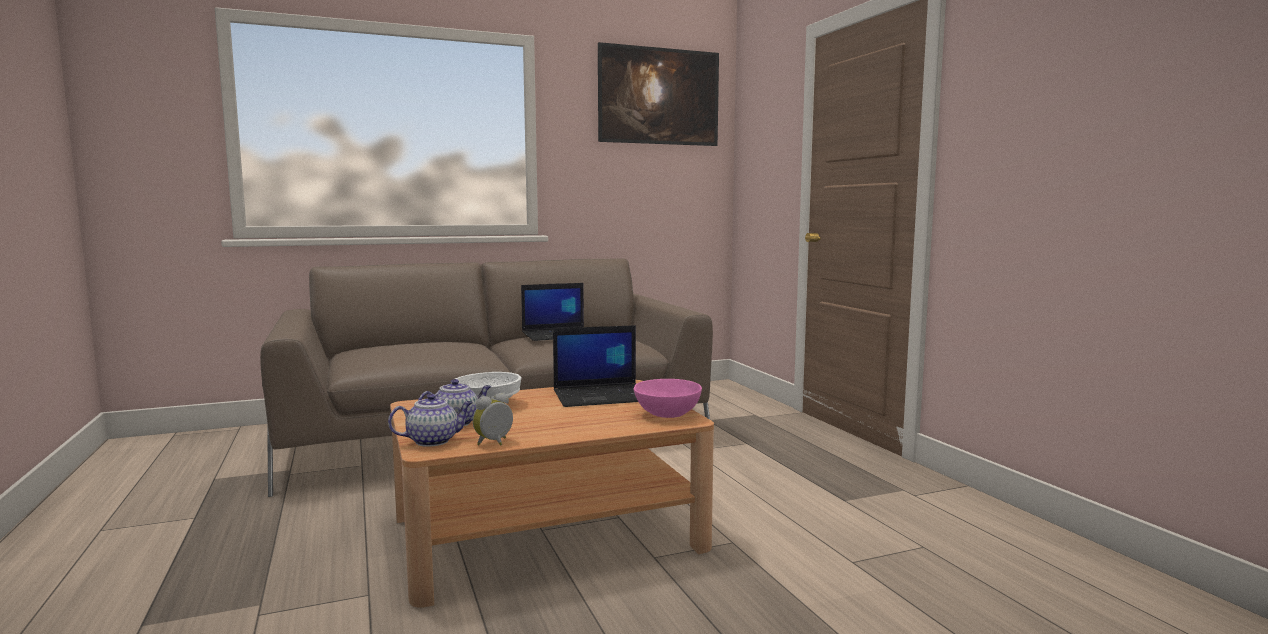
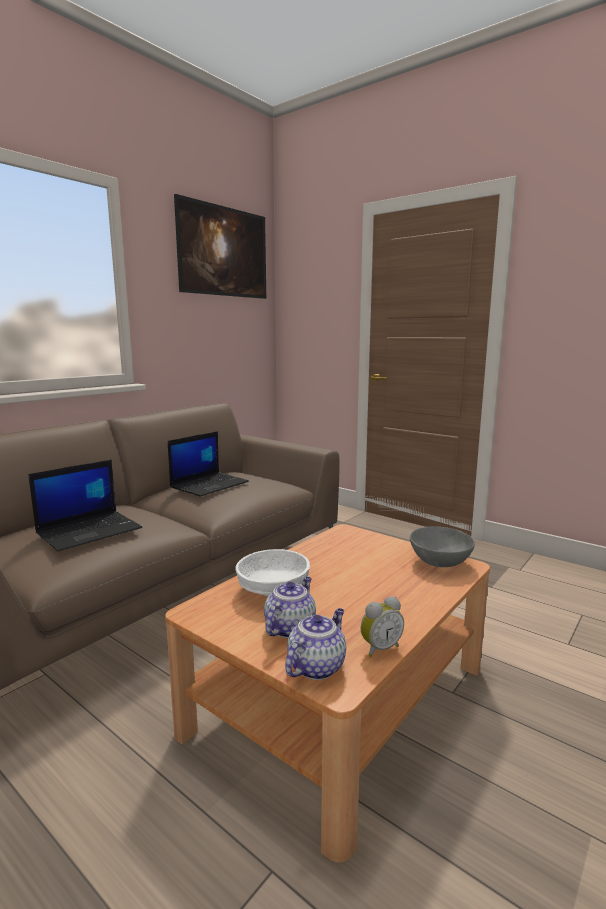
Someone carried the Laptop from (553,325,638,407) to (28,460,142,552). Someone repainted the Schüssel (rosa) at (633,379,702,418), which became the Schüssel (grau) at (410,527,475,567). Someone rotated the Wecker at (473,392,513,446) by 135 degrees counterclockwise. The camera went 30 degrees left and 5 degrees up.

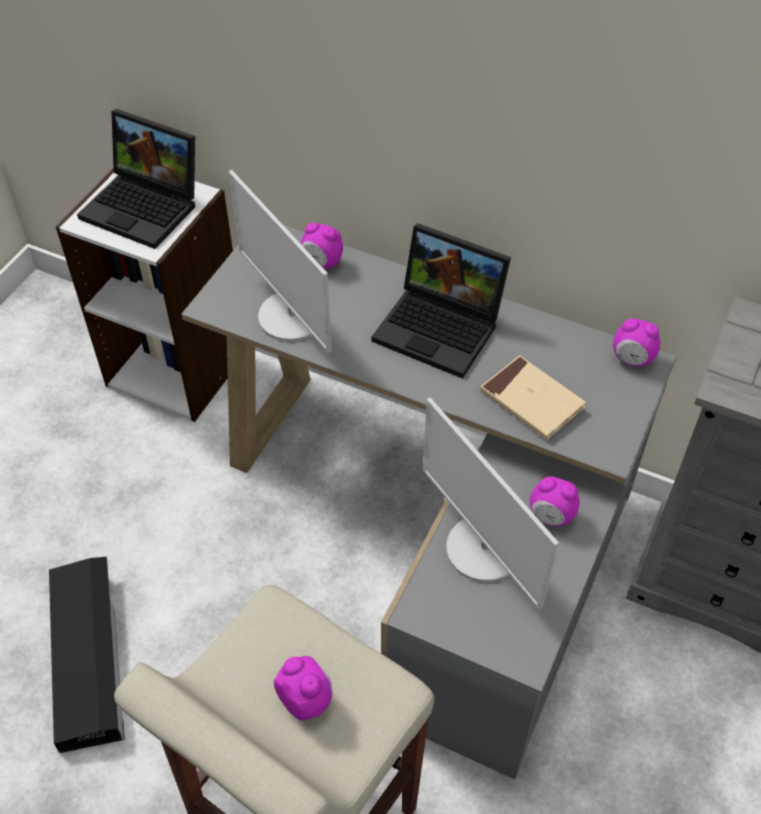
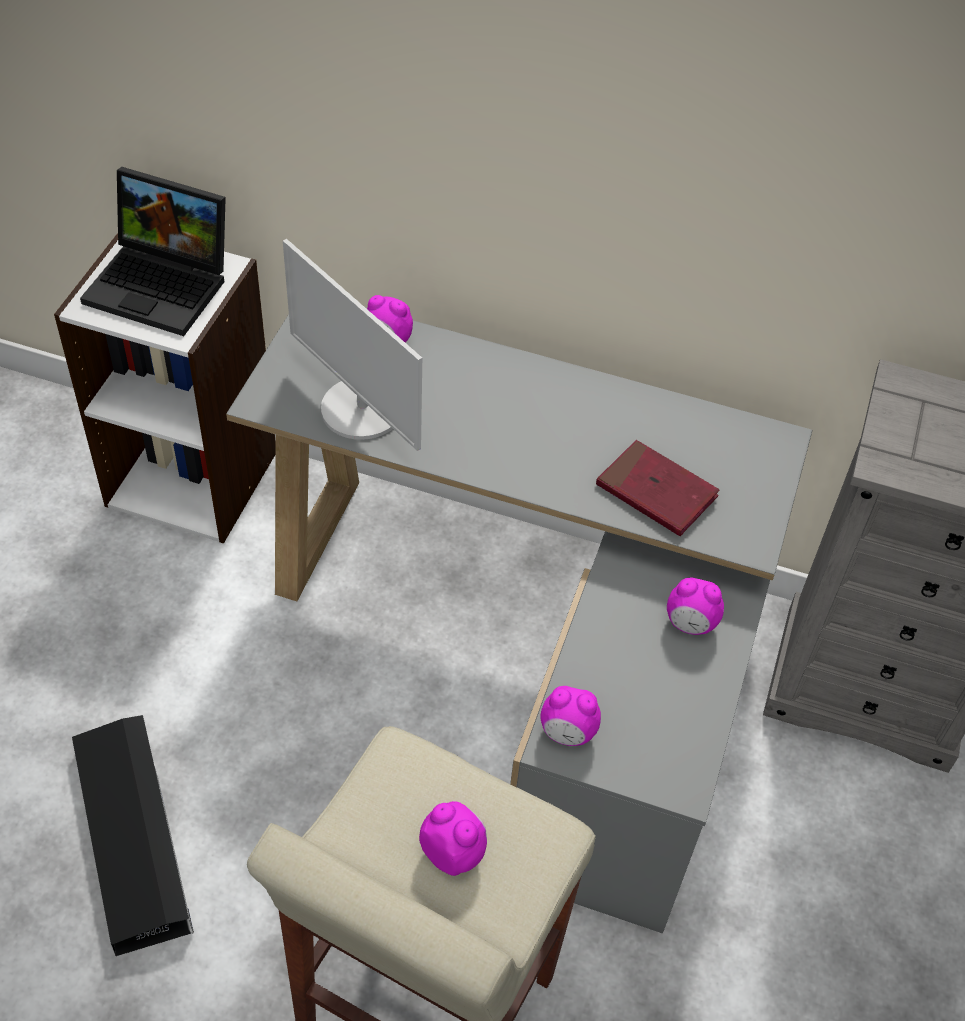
Someone took away the Laptop at (371,223,511,379). Someone carried the Wecker from (613,319,660,366) to (540,686,601,746). Someone repainted the Buch (beige) at (481,355,586,440), which became the Buch (rot) at (596,440,719,536). Someone took away the Monitor at (423,397,559,610). The camera went 10 degrees left and 0 degrees up.

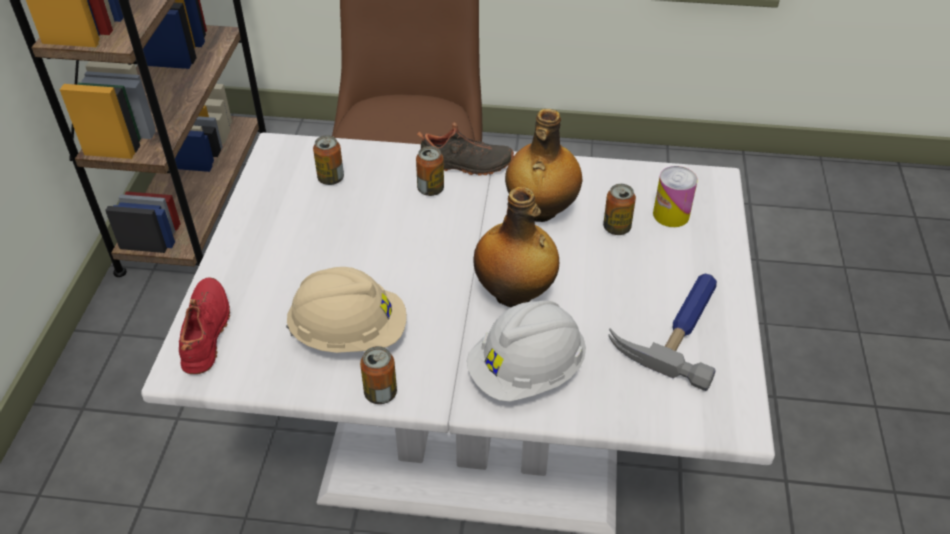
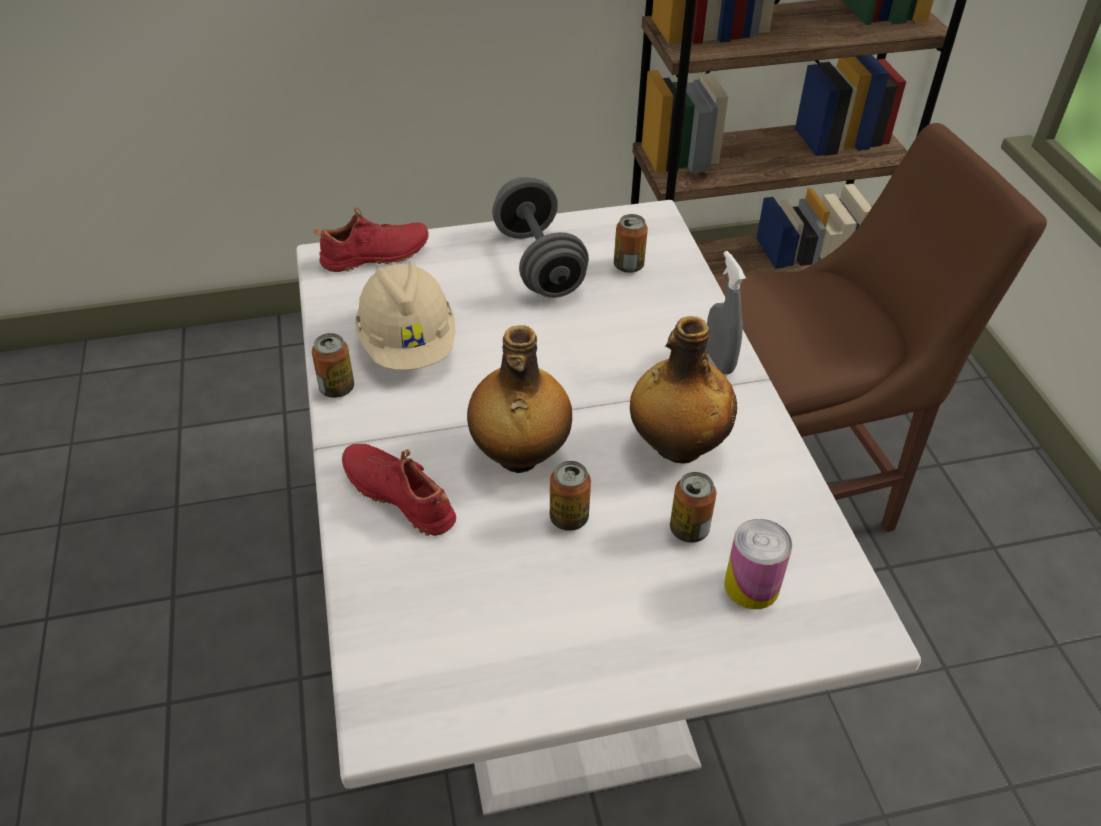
Someone swapped the Schuh (schwarz) at (417,123,514,175) for the Sprühflasche (grau) at (706,251,746,374). Someone carried the Dose from (416,146,444,196) to (549,461,591,531). Someone took away the Hammer at (608,274,717,391). Someone swapped the Schutzhelm (weiß) at (467,300,586,402) for the Schuh (rot) at (342,444,456,536). Someone put down the Hantel (grau) at (492,177,589,298). The camera went 70 degrees right and 0 degrees up.

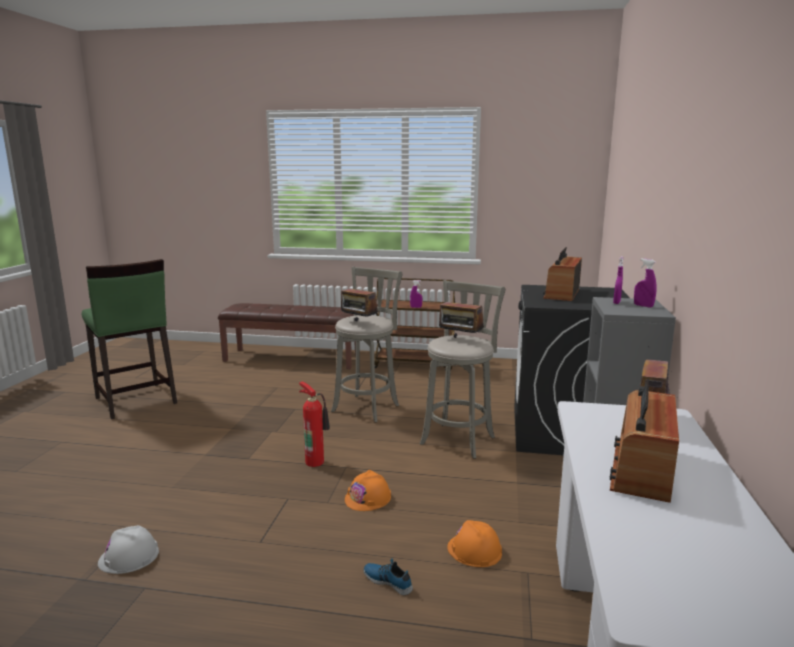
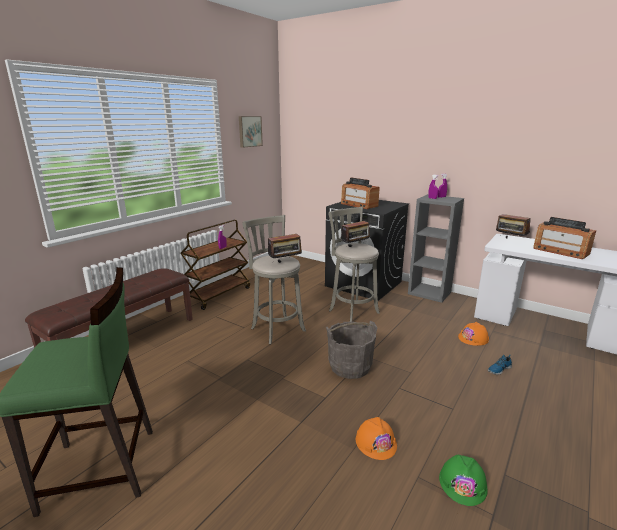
Someone swapped the Feuerlöscher at (299,382,330,467) for the Eimer (grau) at (326,321,377,379). Someone carried the Schutzhelm (orange) from (345,470,391,511) to (356,417,397,460). Someone repainted the Schutzhelm (weiß) at (98,525,159,574), which became the Schutzhelm (grün) at (439,455,488,506). Someone put up the Bild at (239,116,263,148). The camera went 65 degrees left and 5 degrees up.

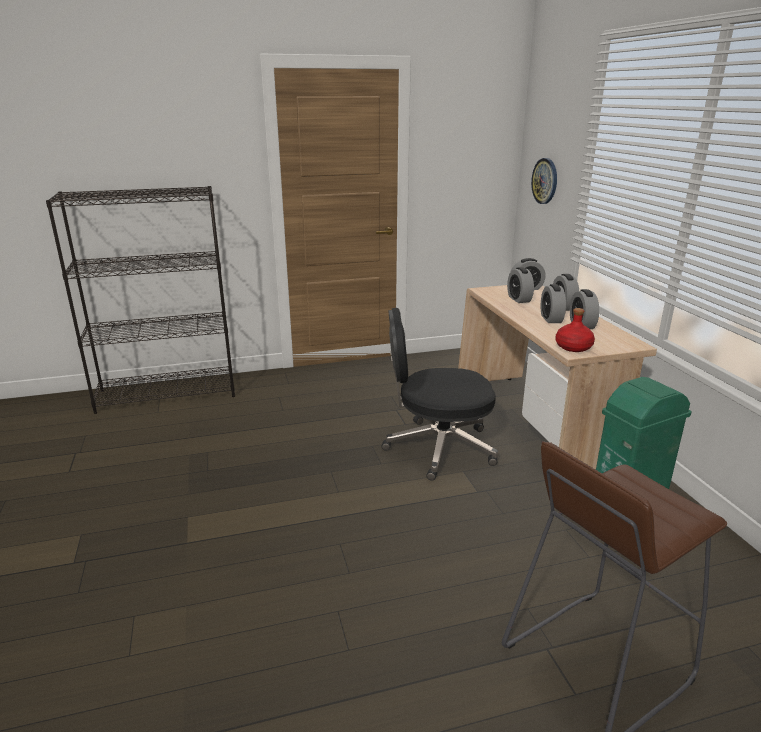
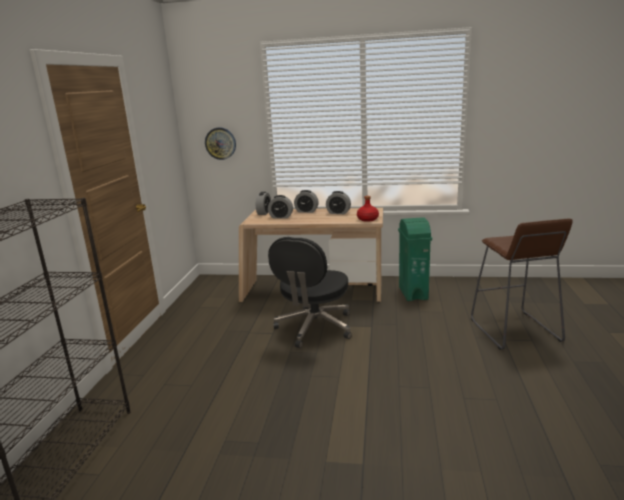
Someone took away the Wecker at (541,284,566,323). The camera went 65 degrees left and 5 degrees down.

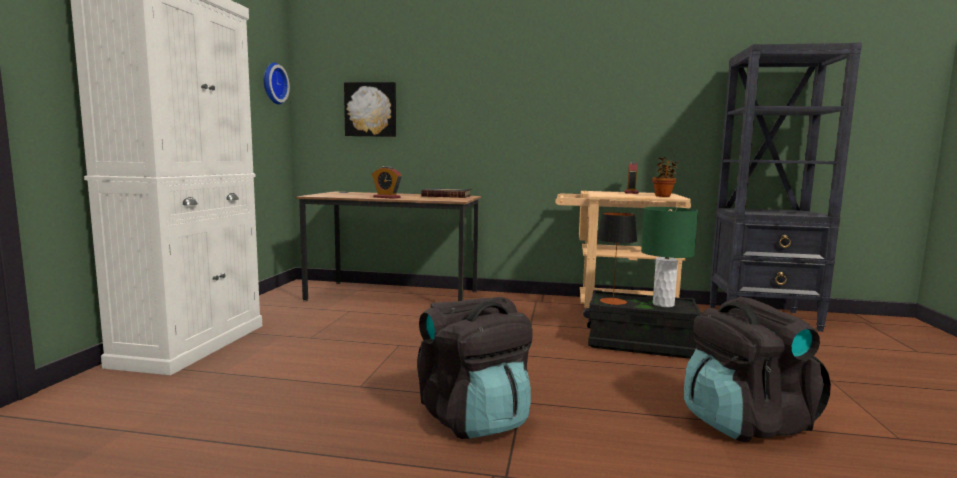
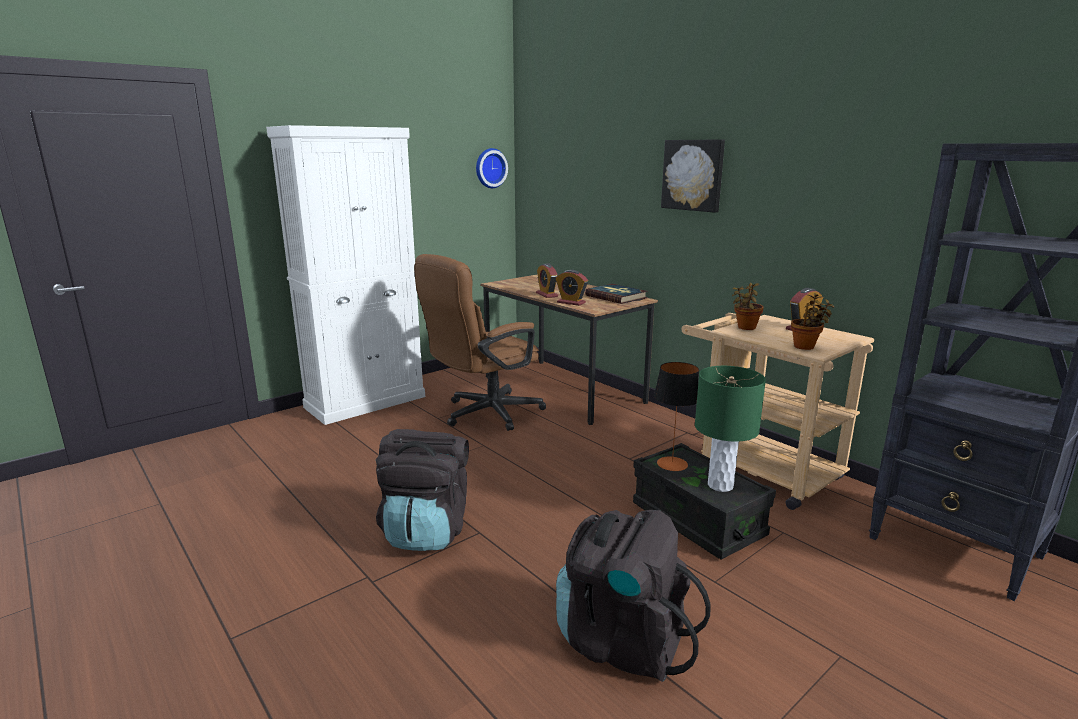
Someone carried the Bild from (344,82,396,137) to (661,139,725,213). Someone put down the Bürostuhl (braun) at (414,254,546,431). Someone put down the Wecker at (556,270,588,306). Someone put down the Topfpflanze at (732,283,764,330). The camera went 40 degrees right and 10 degrees up.

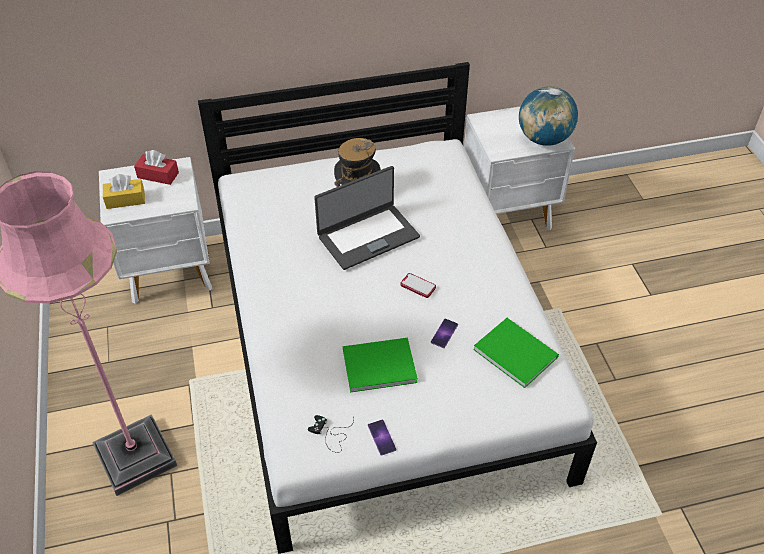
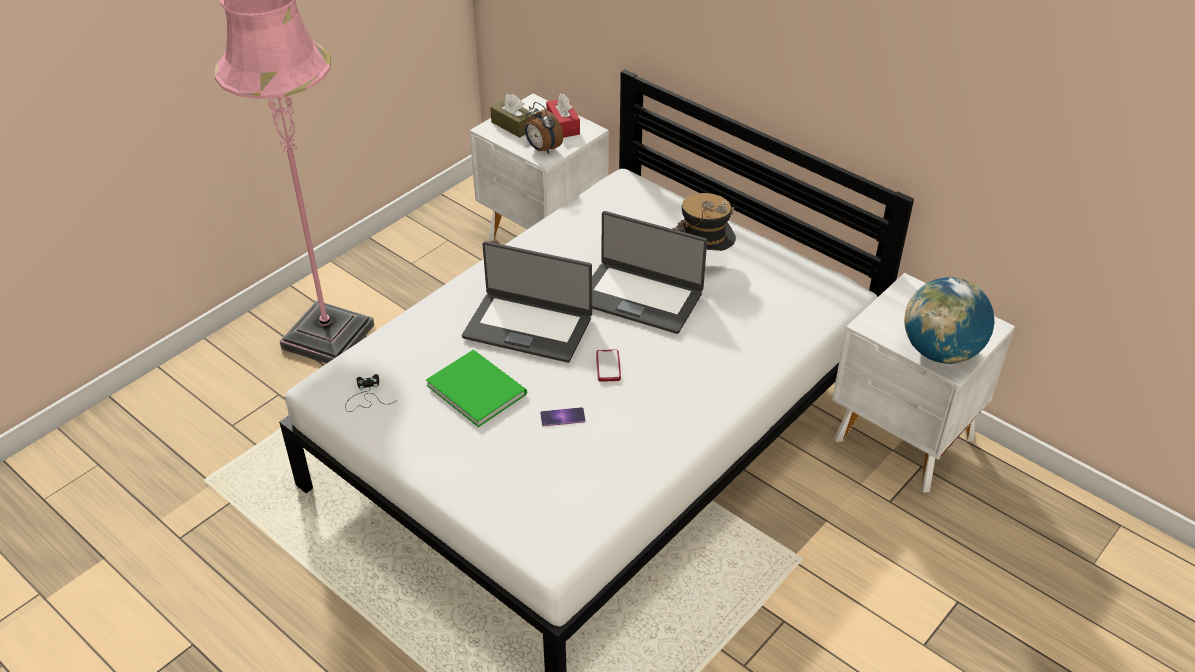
Someone repainted the Taschentuchbox (gelb) at (103,174,145,209), which became the Taschentuchbox (braun) at (490,94,534,138). Someone took away the Buch (grün) at (473,318,559,388). Someone took away the Handy at (368,420,396,456). Someone put down the Wecker at (525,102,563,154). Someone put down the Laptop at (462,241,592,363). The camera went 55 degrees right and 5 degrees down.

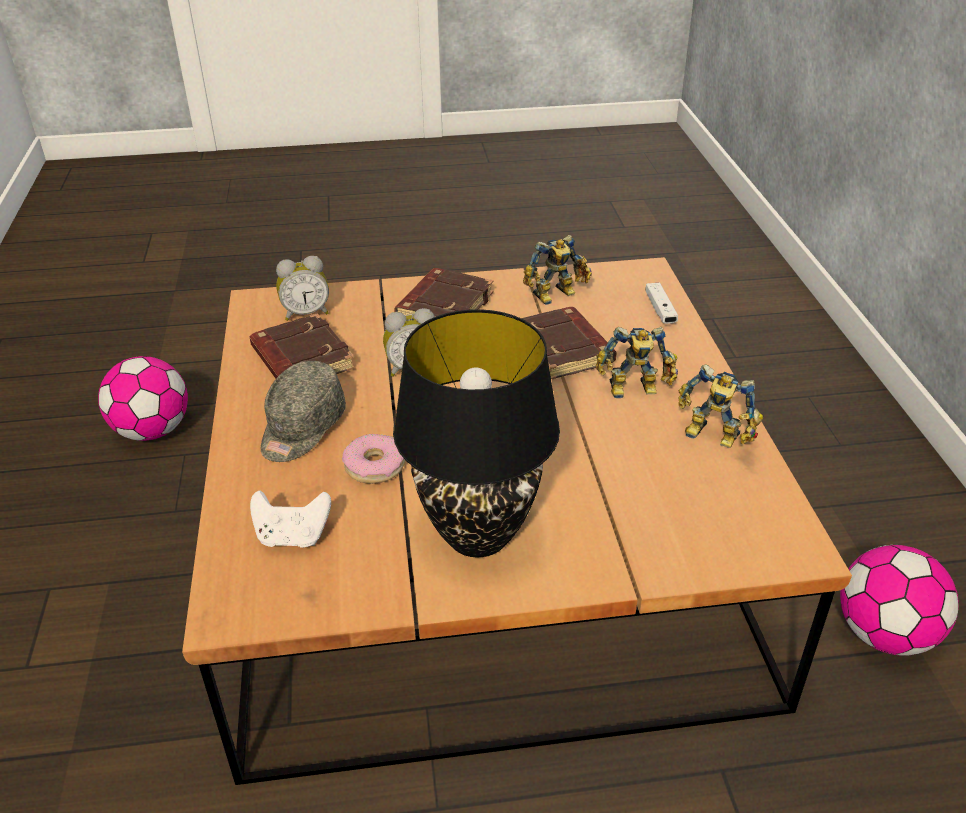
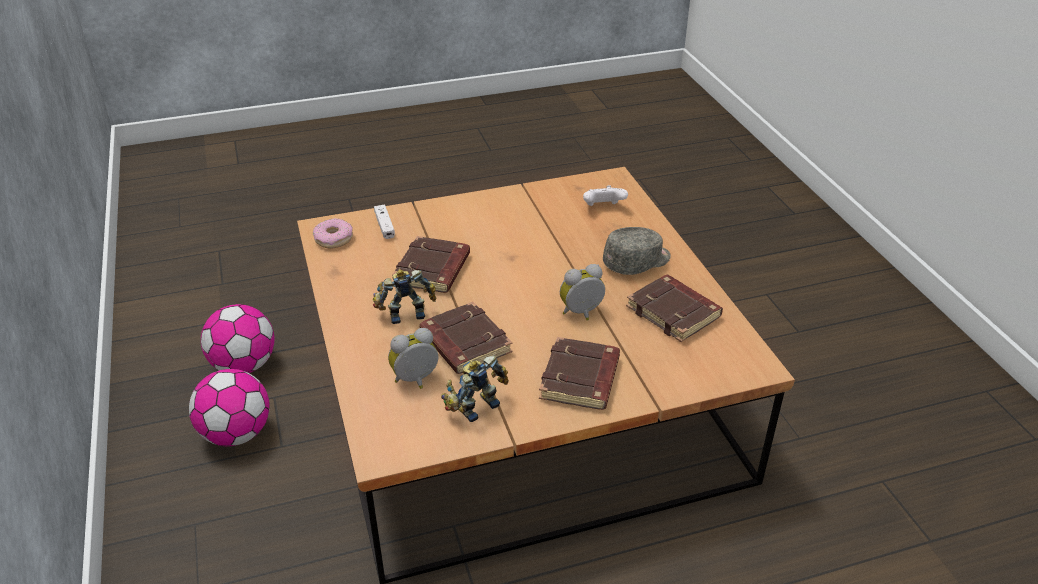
Someone carried the Wecker from (276,256,329,321) to (388,328,438,389). Someone carried the Gamepad (weiß) from (645,283,678,324) to (374,204,395,239). Someone took away the Tischlampe (schwarz) at (393,309,560,558). Someone carried the Fußball from (98,356,188,441) to (189,369,270,446). Someone rotated the Kappe (grau) at (261,361,346,462) by 45 degrees clockwise. Someone took away the Spielzeugroboter at (678,364,763,448). Someone carried the Donut from (342,434,405,484) to (313,218,353,248). Someone put down the Buch (braun) at (392,236,470,293). The camera went 170 degrees right and 0 degrees up.

